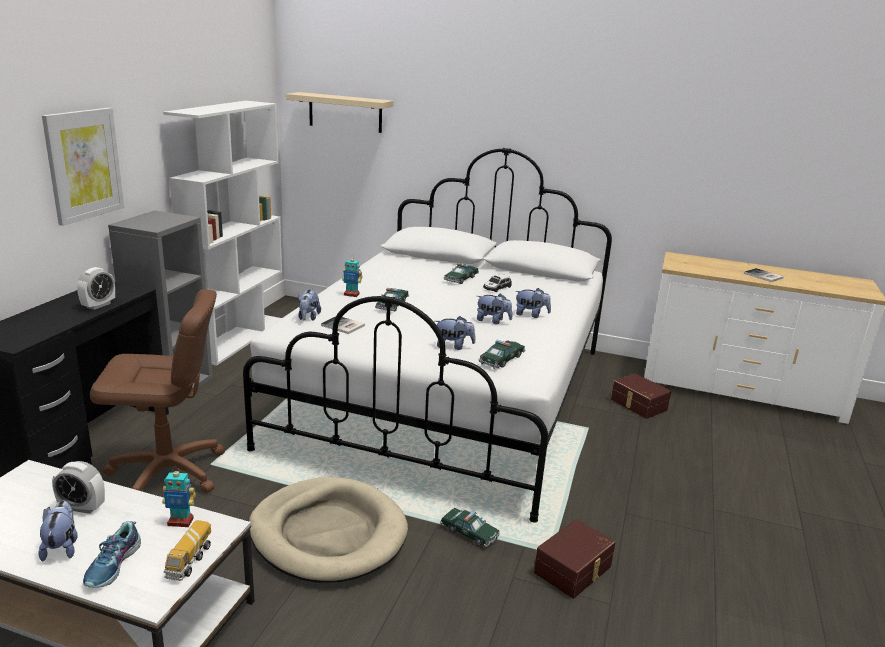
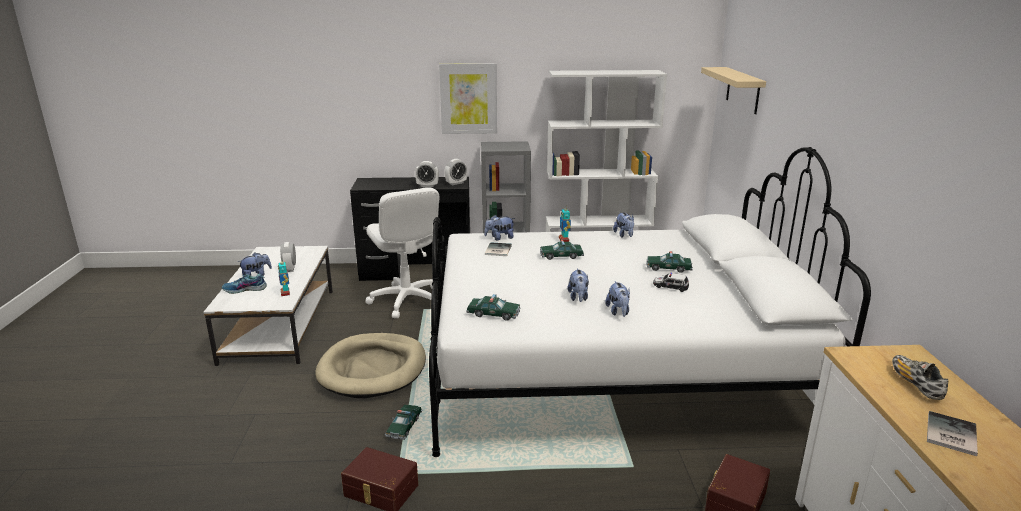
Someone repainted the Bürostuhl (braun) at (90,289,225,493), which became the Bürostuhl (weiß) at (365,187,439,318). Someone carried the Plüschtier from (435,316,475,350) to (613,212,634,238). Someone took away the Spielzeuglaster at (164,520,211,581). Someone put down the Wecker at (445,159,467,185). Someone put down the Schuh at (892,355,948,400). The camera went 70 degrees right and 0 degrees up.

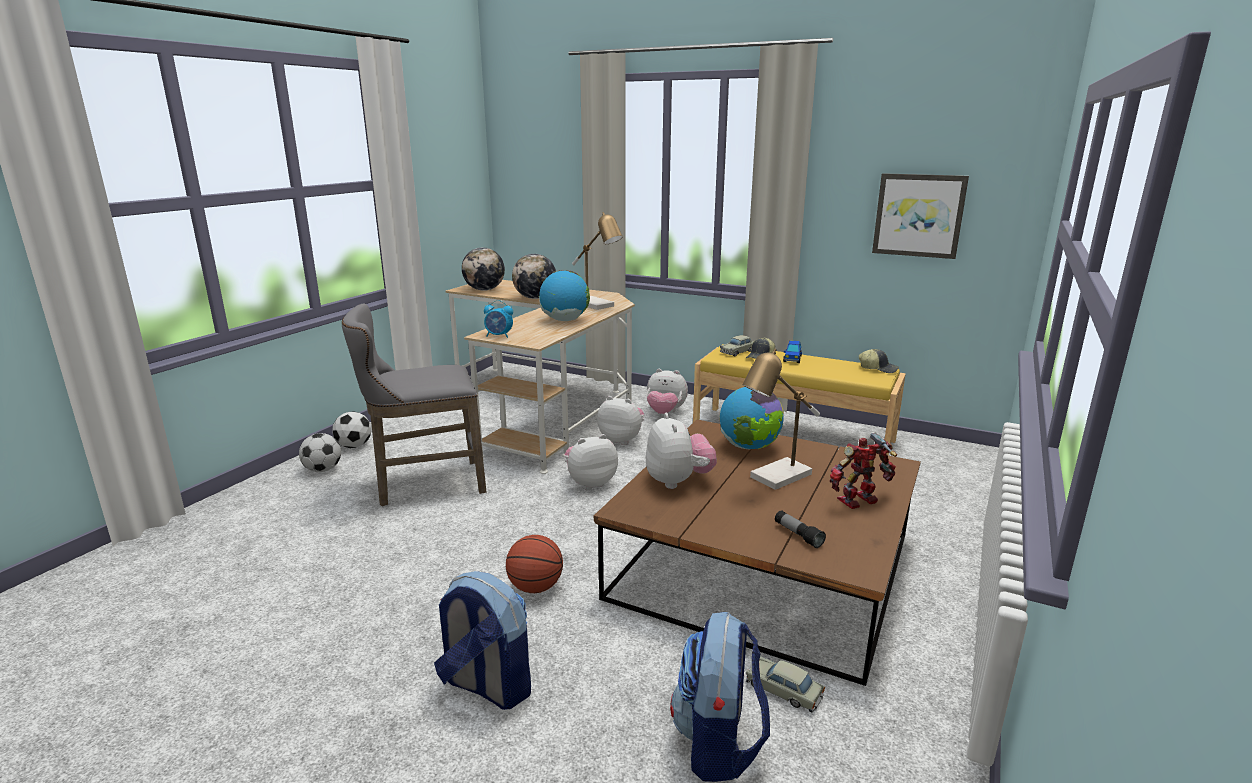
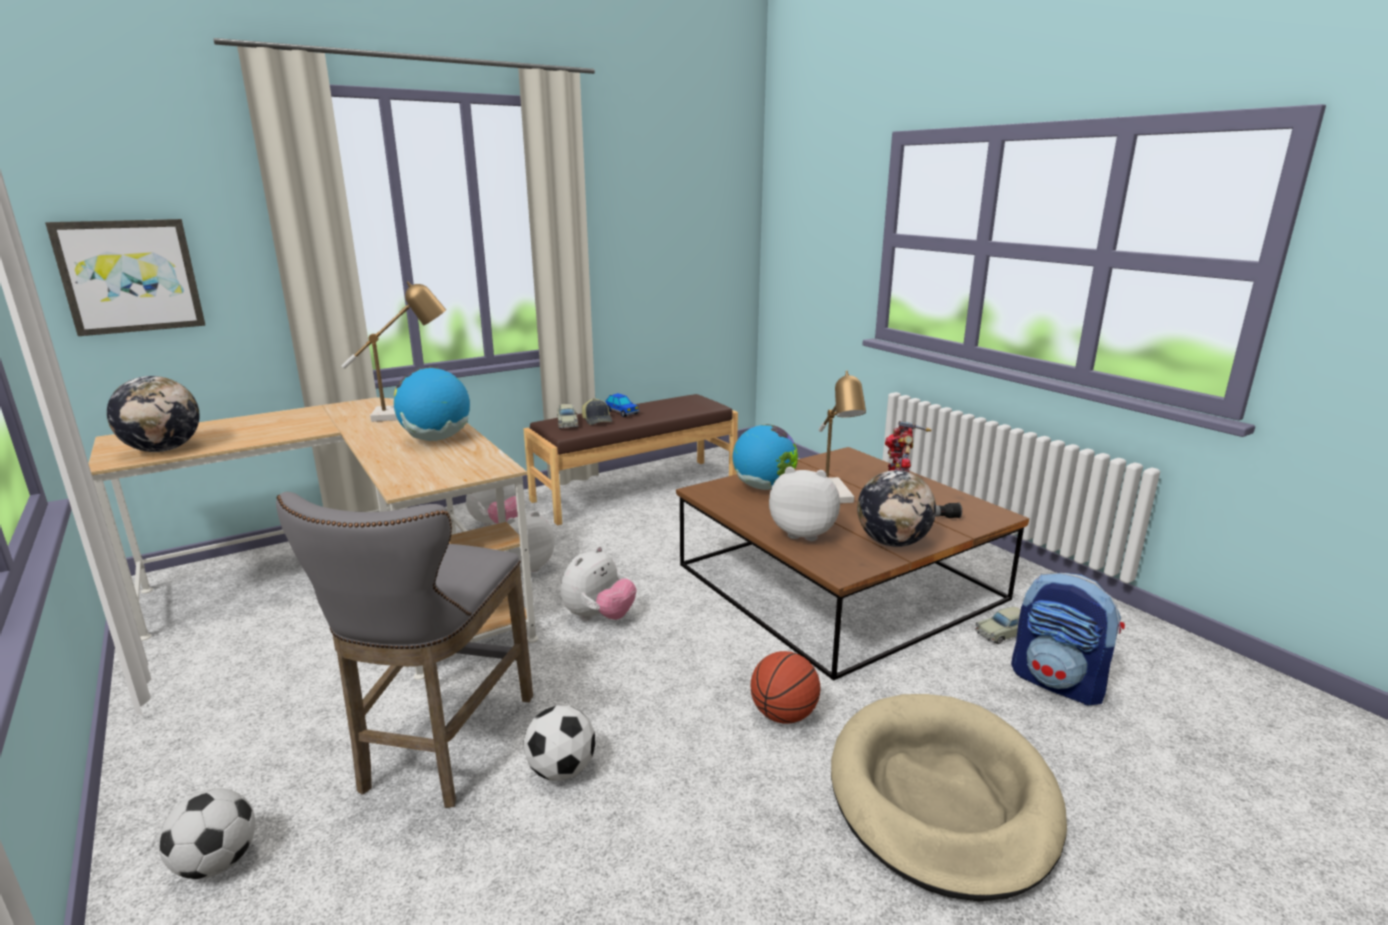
Someone carried the Bild from (872,173,969,259) to (45,219,206,336). Someone carried the Globus from (512,254,556,299) to (857,470,936,547). Someone took away the Wecker at (484,300,513,338). Someone repainted the Bank (gelb) at (693,344,906,455), which became the Bank (braun) at (524,394,738,526). Someone took away the Kappe at (859,349,899,373). Someone carried the Fußball from (332,412,371,448) to (523,706,595,780). Someone rotated the Plüschtier at (564,434,618,490) by 150 degrees counterclockwise. Someone swapped the Rucksack at (434,571,531,710) for the Hundebett (beige) at (831,694,1067,901). The camera went 60 degrees left and 0 degrees up.

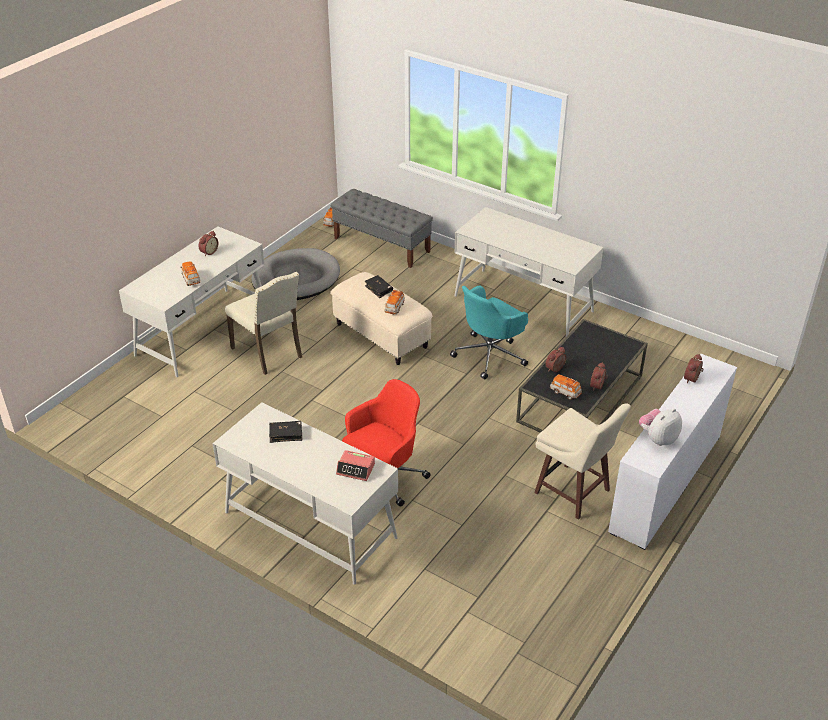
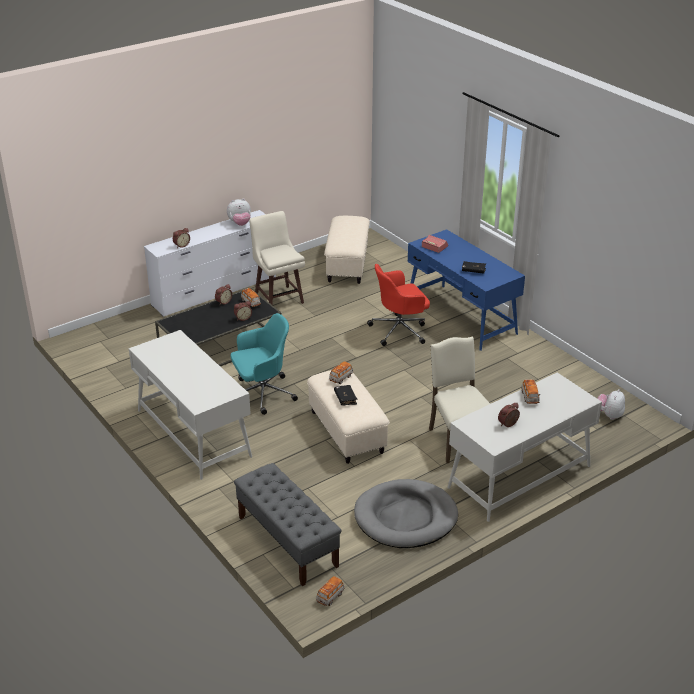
Someone repainted the Schreibtisch (weiß) at (213,402,398,585), which became the Schreibtisch (blau) at (408,229,525,351). Someone put down the Polsterhocker (beige) at (324,216,370,284). Someone put down the Plüschtier at (597,389,625,420). The camera went 160 degrees left and 5 degrees down.

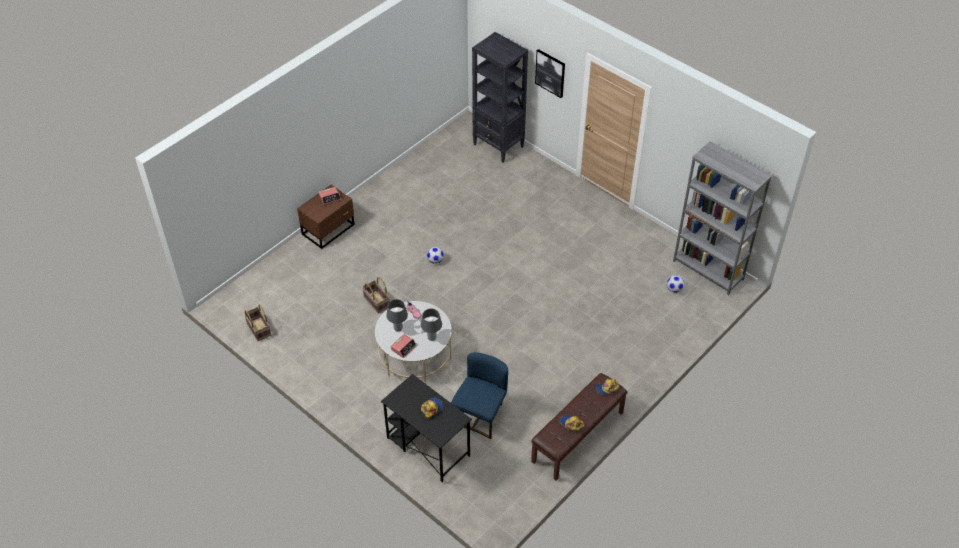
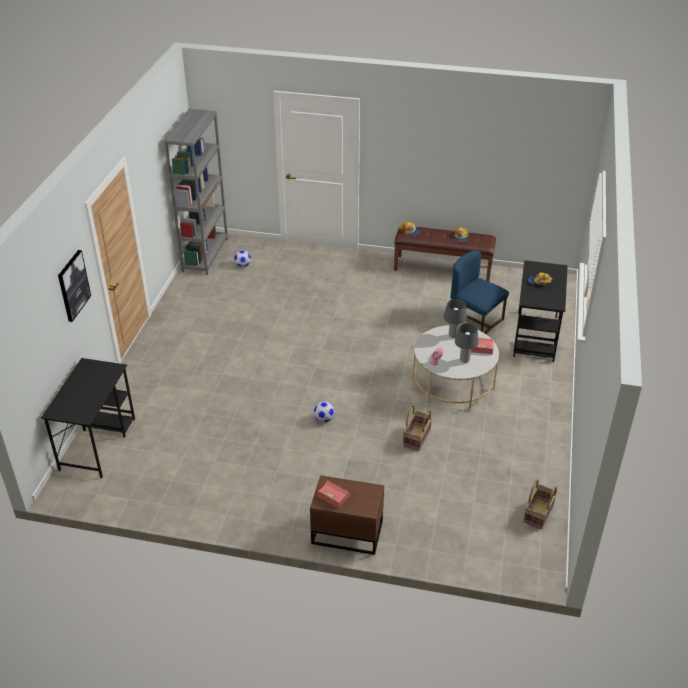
Someone swapped the Bücherregal (schwarz) at (472,32,528,163) for the Schreibtisch (schwarz) at (41,358,135,478). Someone rotated the Stuhl (blau) at (451,352,508,439) by 45 degrees clockwise. The camera went 120 degrees left and 10 degrees down.

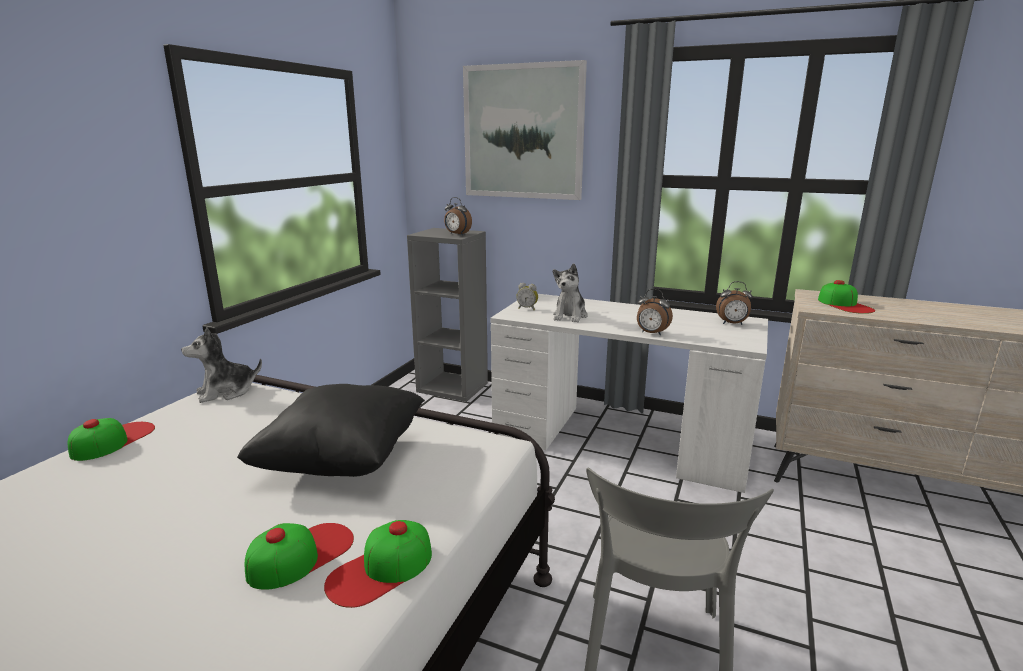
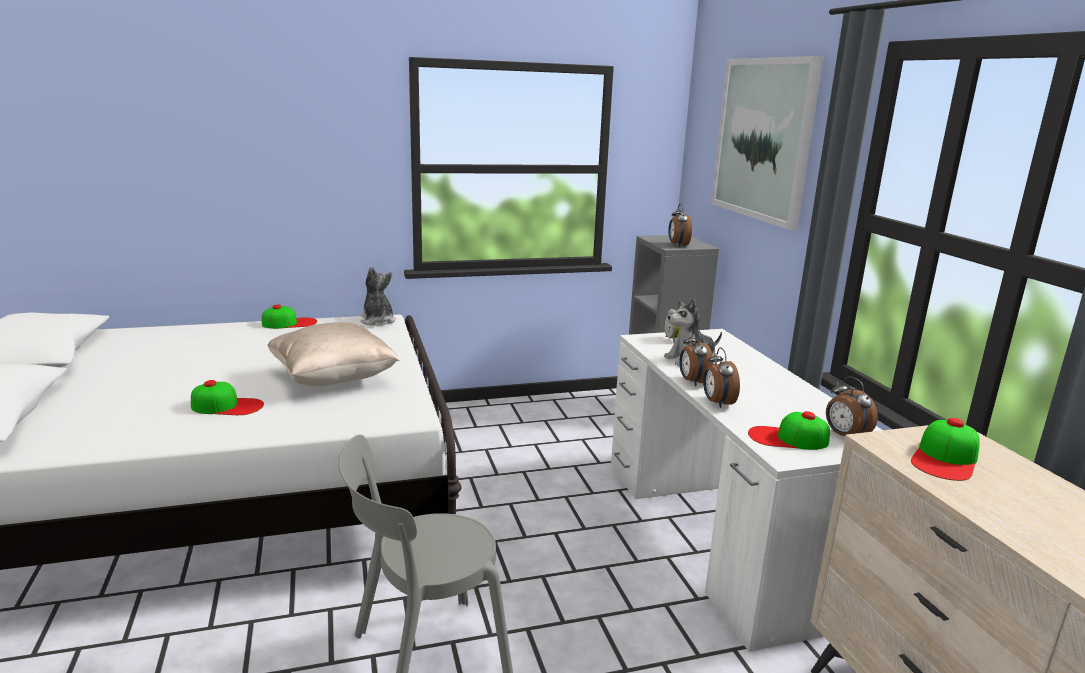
Someone rotated the Plüschtier at (181,327,262,403) by 45 degrees clockwise. Someone repainted the Kissen (schwarz) at (237,384,425,477), which became the Kissen (beige) at (268,322,400,386). Someone carried the Kappe from (324,520,432,608) to (748,411,830,450). Someone put down the Wecker at (679,330,713,386). The camera went 50 degrees right and 0 degrees up.

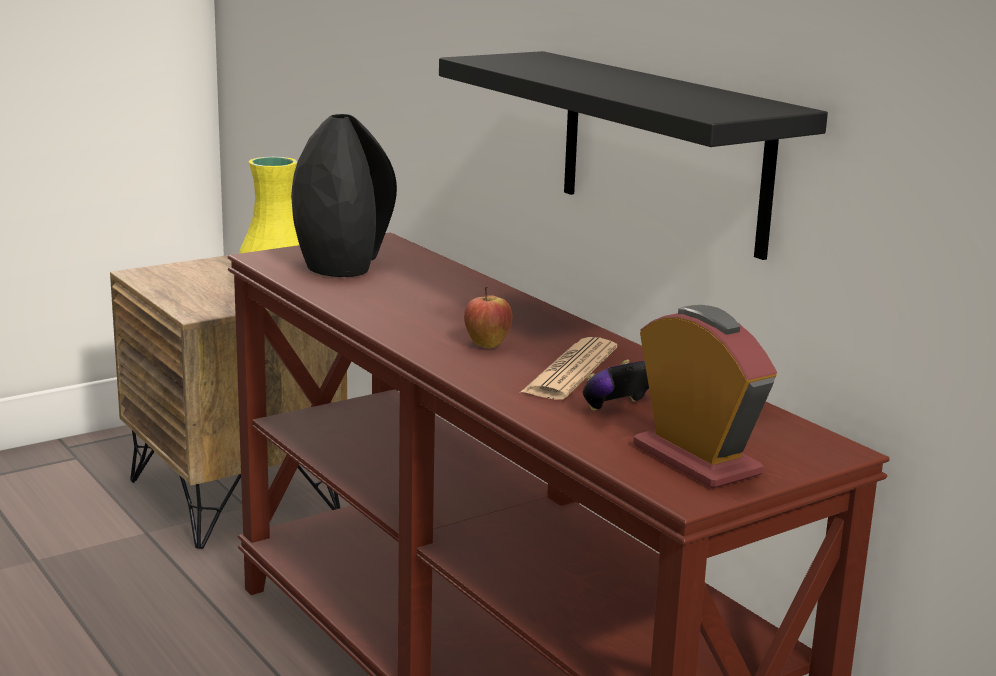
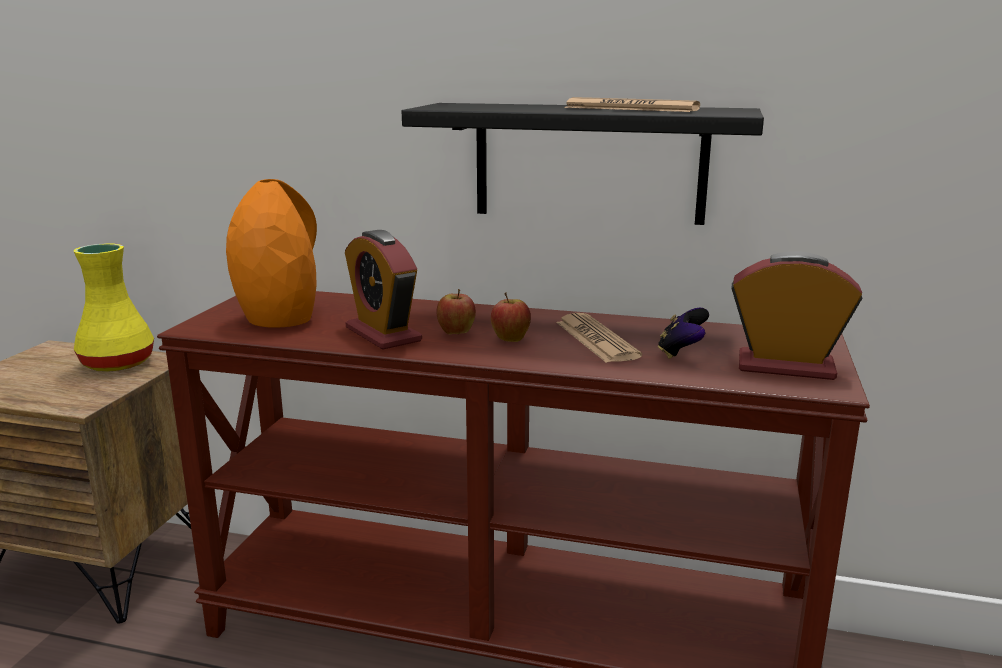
Someone repainted the Vase (schwarz) at (291,114,397,277), which became the Vase (orange) at (226,179,317,328). Someone put down the Zeitung at (564,97,700,112). Someone put down the Wecker at (345,230,422,350). Someone put down the Apfel at (437,289,476,334). The camera went 40 degrees left and 0 degrees up.

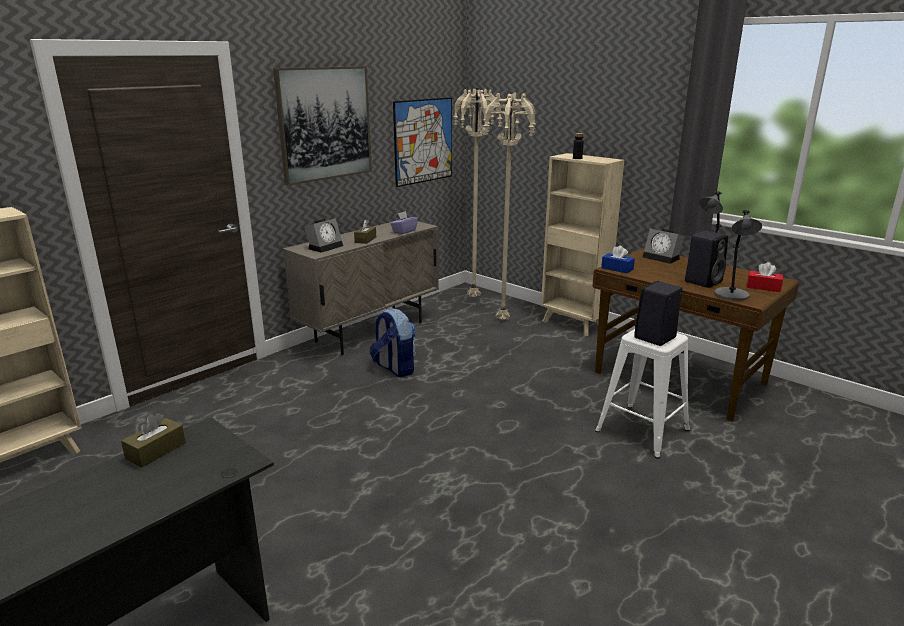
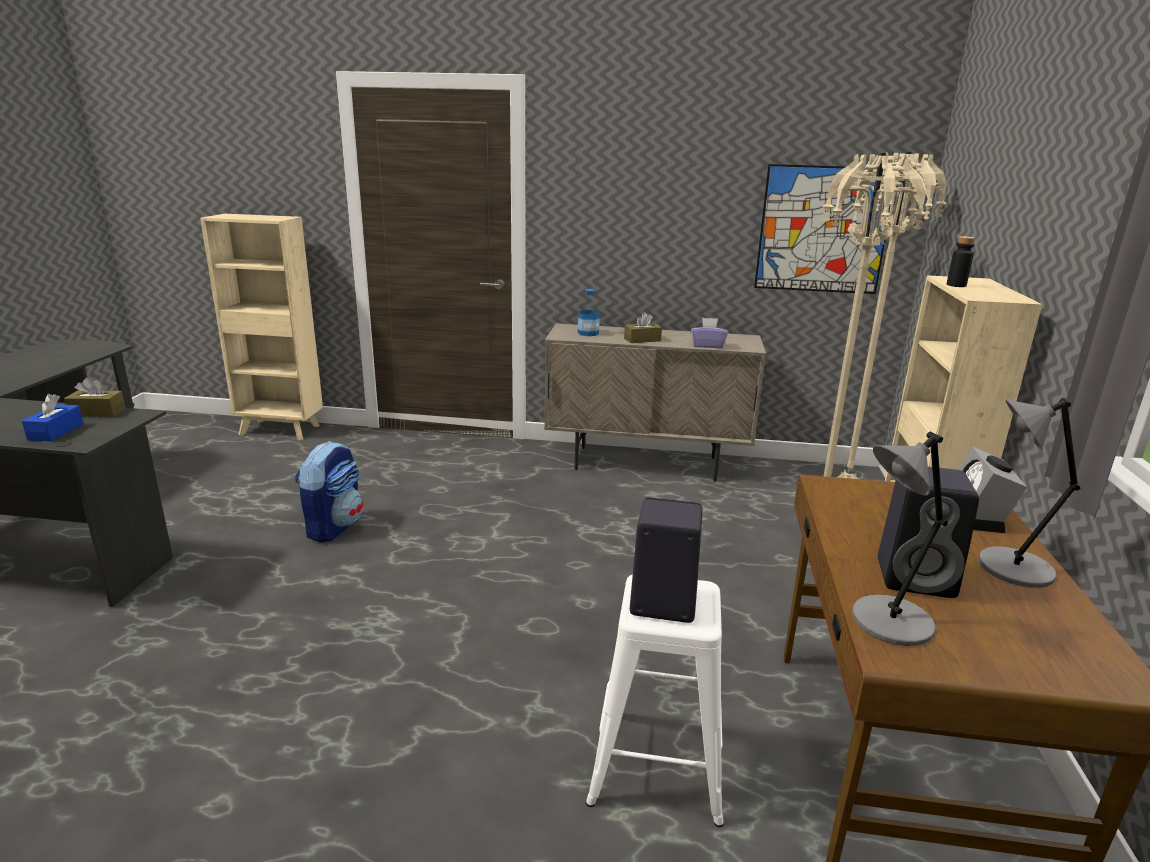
Someone took away the Bild at (273,66,372,186). Someone swapped the Wecker at (305,218,343,253) for the Flasche at (578,289,600,336). Someone carried the Taschentuchbox (blau) from (601,246,635,273) to (22,394,84,441). Someone took away the Taschentuchbox (rot) at (747,262,783,292). Someone carried the Rucksack from (370,308,416,377) to (295,441,363,543). The camera went 55 degrees right and 0 degrees up.

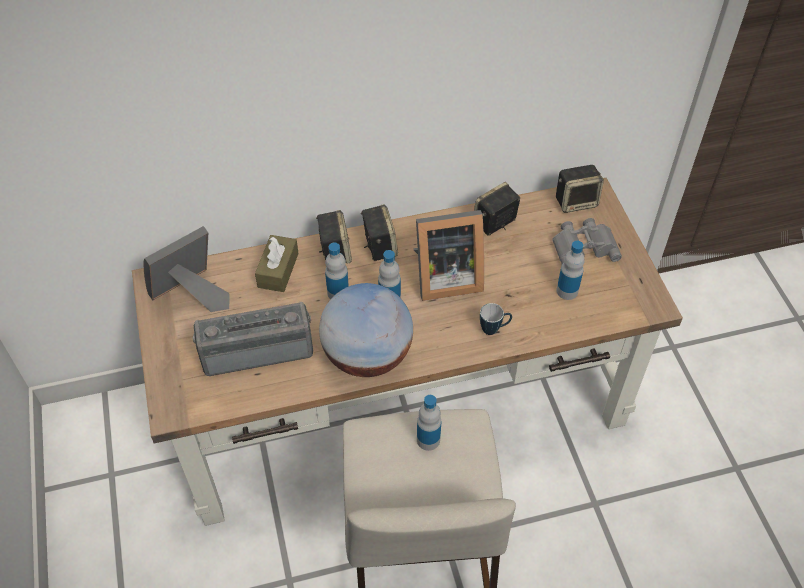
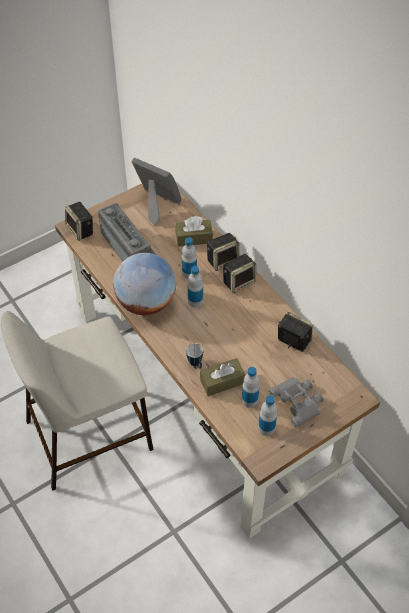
Someone carried the Lautsprecher from (556,165,604,213) to (65,202,93,241). Someone took away the Bilderrahmen at (413,210,484,301). Someone carried the Flasche from (417,395,441,451) to (258,395,277,436). Someone put down the Taschentuchbox (braun) at (200,358,245,396). The camera went 70 degrees right and 0 degrees up.

